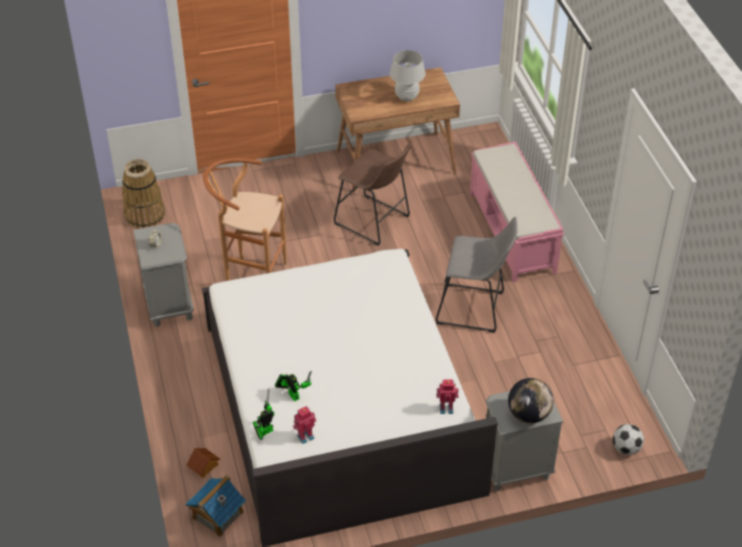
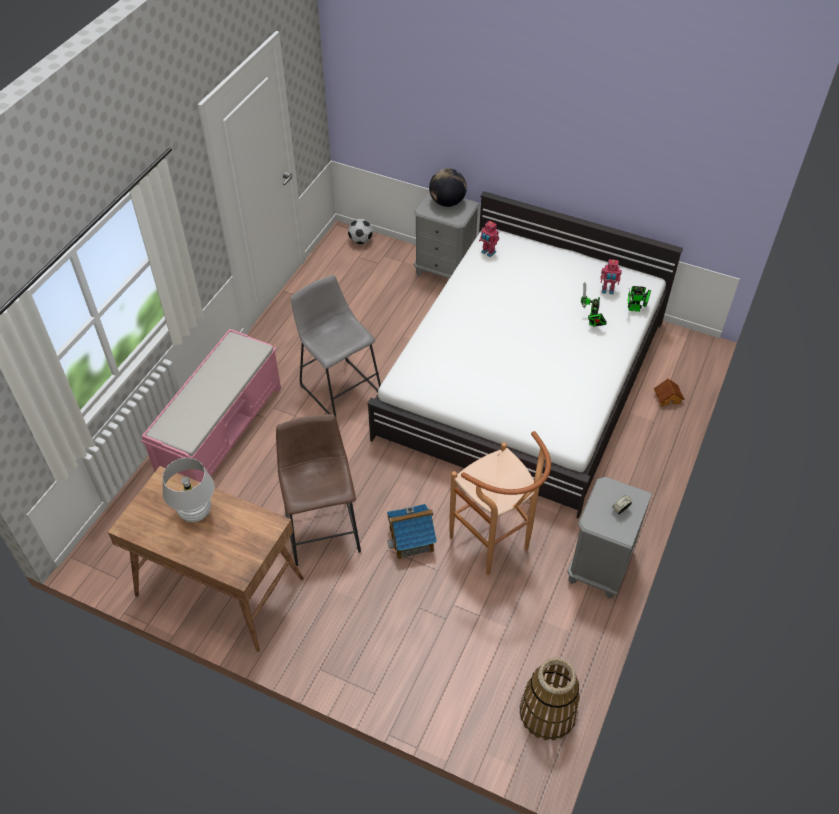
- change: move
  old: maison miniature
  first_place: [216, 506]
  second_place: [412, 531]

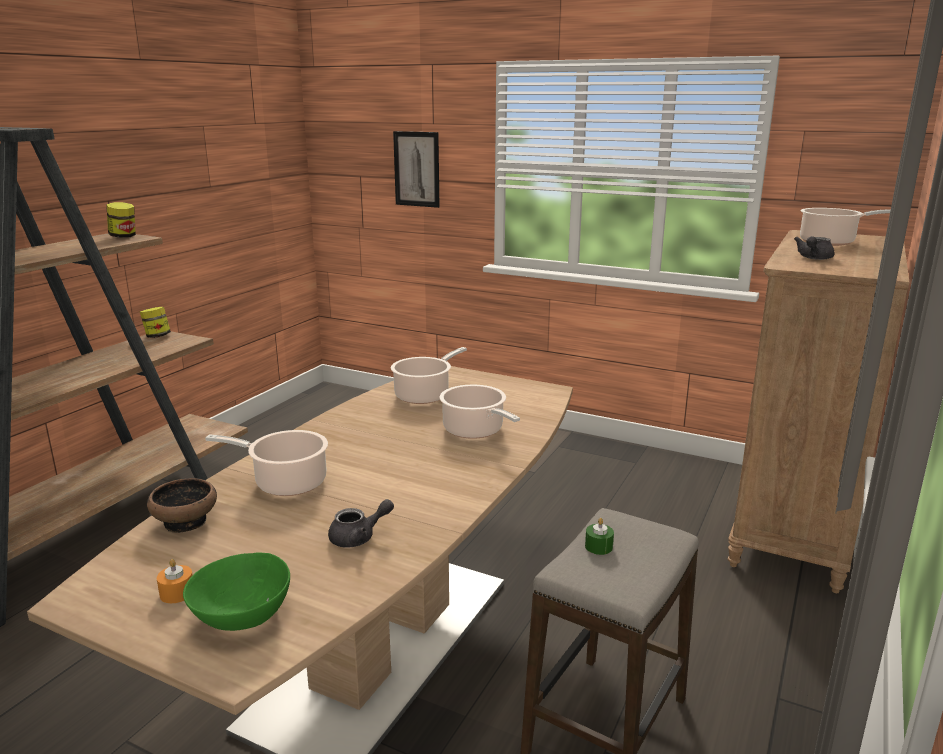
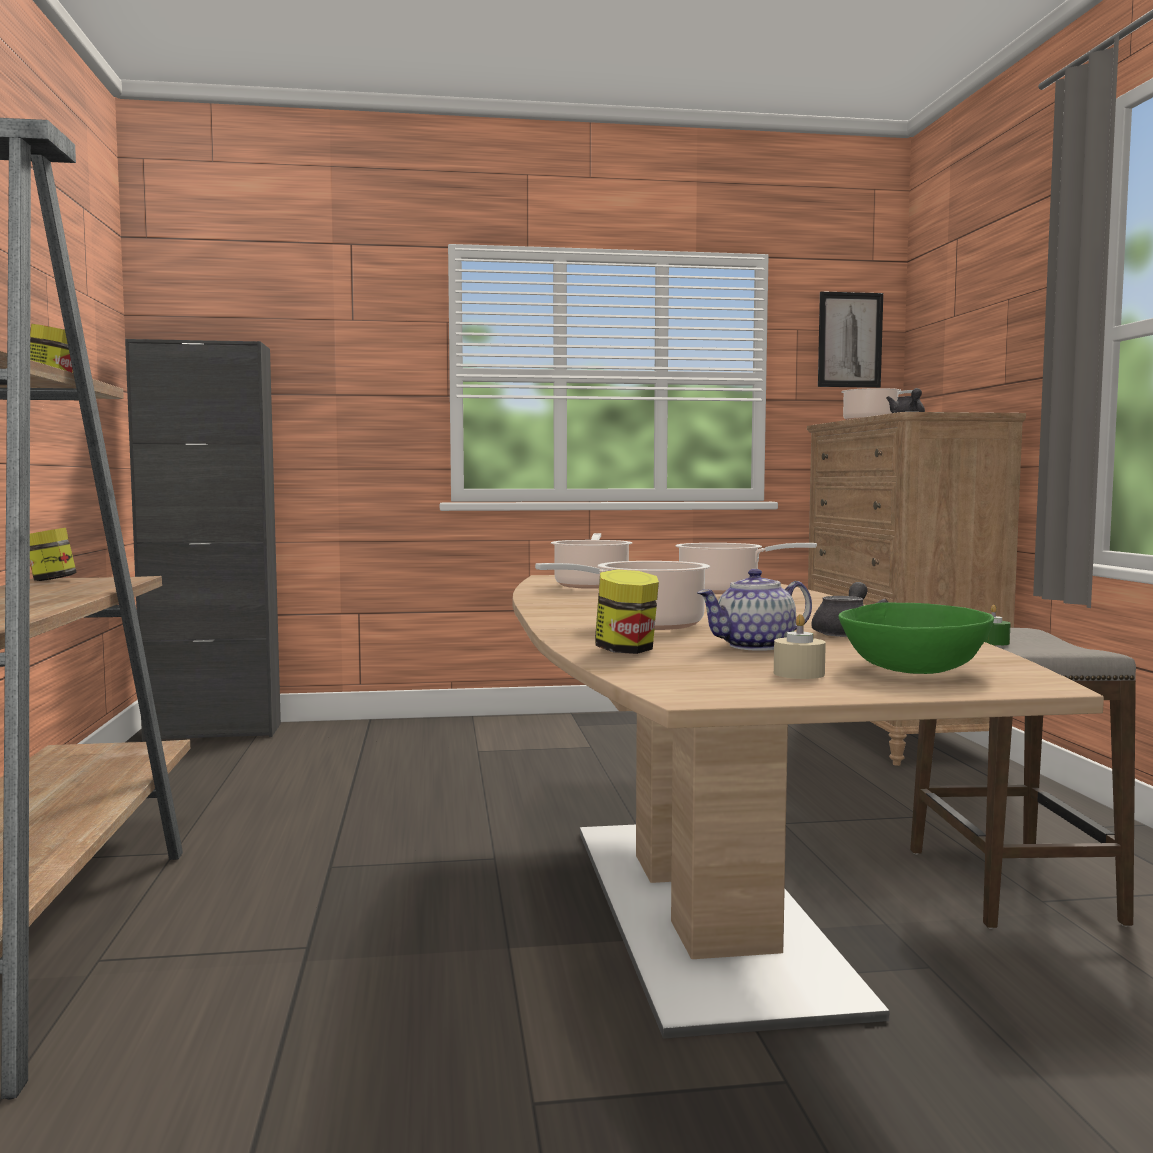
- change: insert
  new: meuble de rangement/noir
  second_place: [203, 540]
- change: insert
  new: théière
  second_place: [754, 610]
- change: move
  old: tableau
  first_place: [416, 169]
  second_place: [850, 339]
- change: replace
  old: bol
  new: bocal
  first_place: [182, 505]
  second_place: [627, 611]
- change: recolor
  old: bougie/orange
  new: bougie/beige
  first_place: [175, 581]
  second_place: [800, 646]

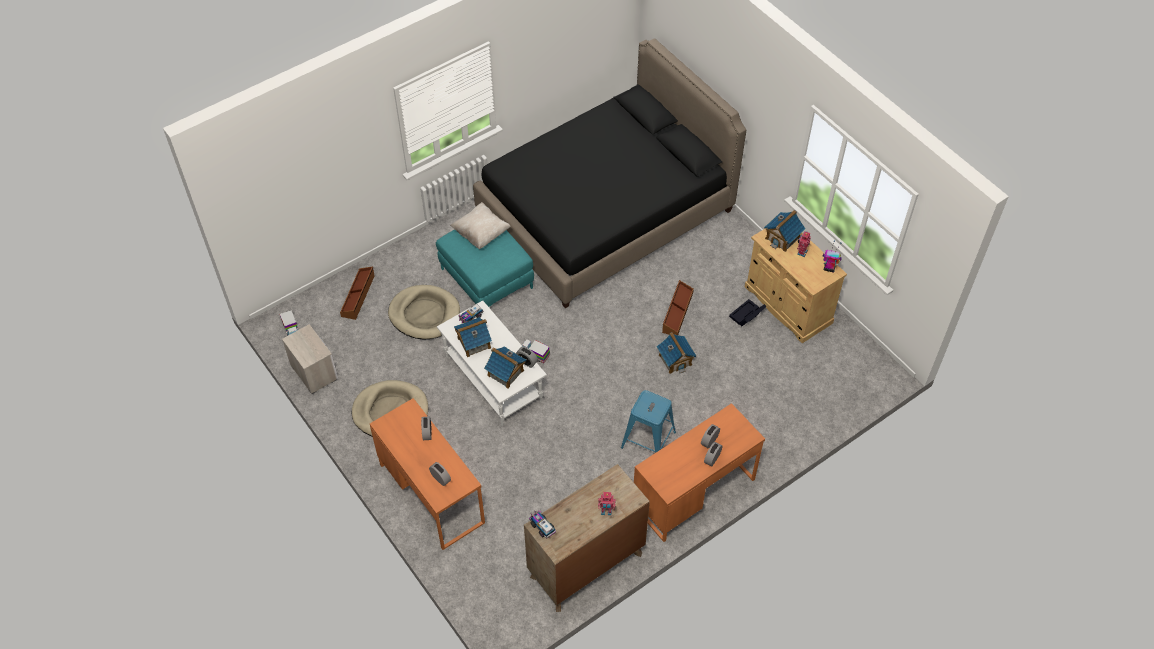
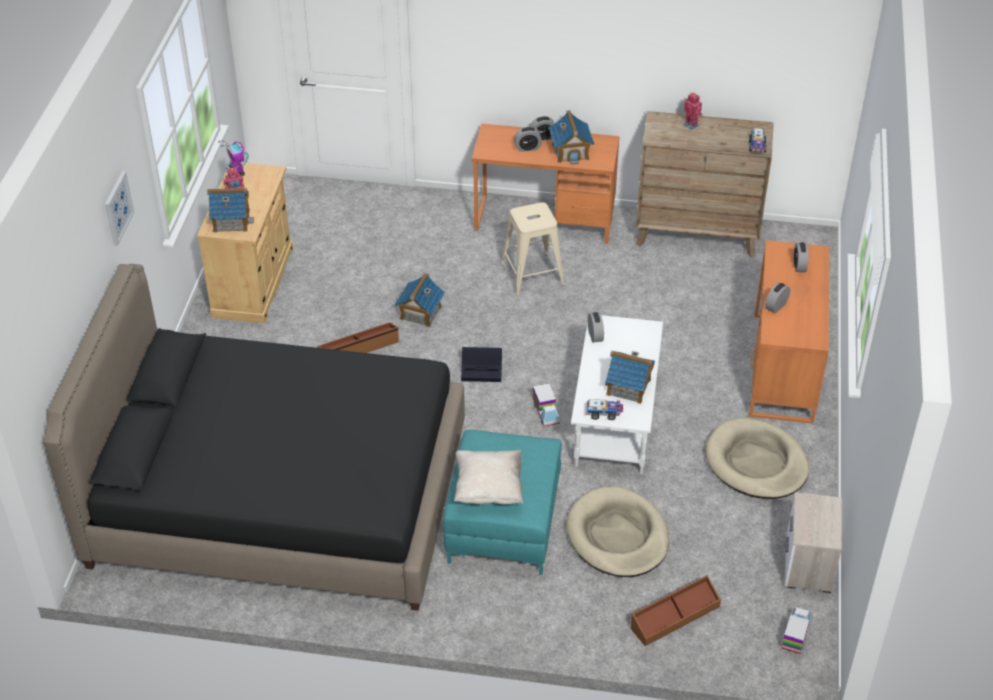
- change: insert
  new: tableau
  second_place: [119, 208]
- change: move
  old: maison miniature
  first_place: [505, 367]
  second_place: [571, 137]
- change: move
  old: boîte de rangement/noir
  first_place: [748, 313]
  second_place: [481, 364]
- change: recolor
  old: tabouret/bleu
  new: tabouret/beige
  first_place: [648, 421]
  second_place: [533, 249]

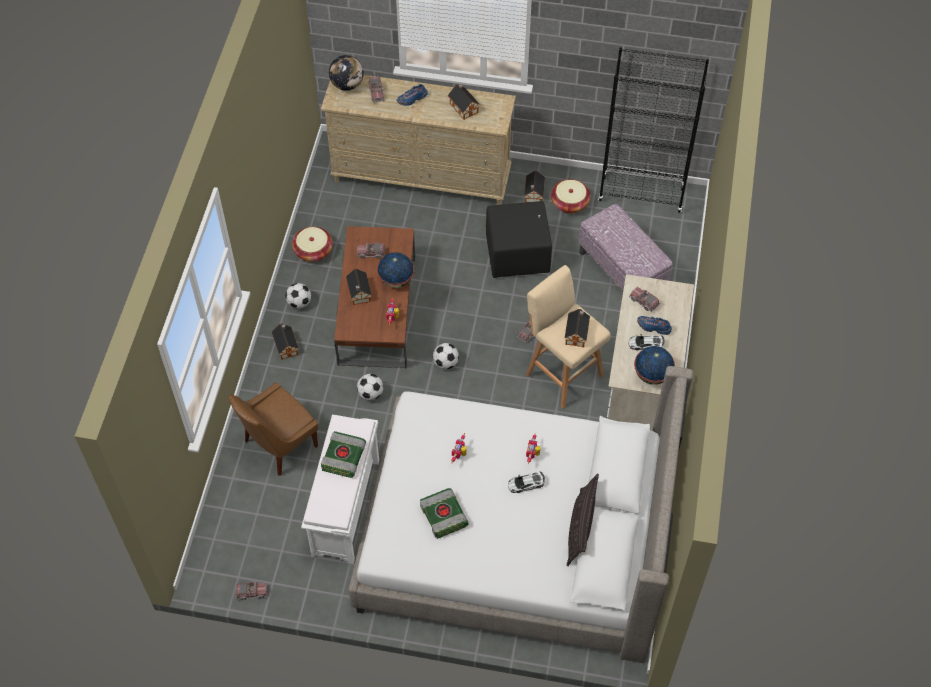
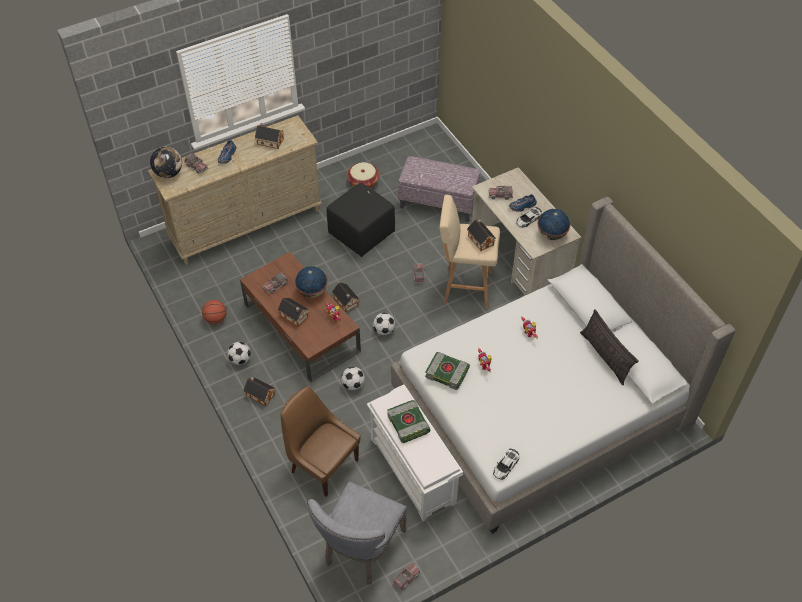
- change: delete
  old: bibliothèque/noir
  first_place: [653, 130]
- change: insert
  new: chaise/gris
  second_place: [357, 533]
- change: move
  old: livre
  first_place: [444, 513]
  second_place: [447, 371]
- change: move
  old: petite voiture
  first_place: [526, 482]
  second_place: [506, 464]
- change: move
  old: maison miniature
  first_place: [534, 186]
  second_place: [346, 297]
- change: replace
  old: panier
  new: ballon de basket
  first_place: [312, 244]
  second_place: [214, 312]
- change: rotate
  old: chaise/marron
  first_place: [273, 429]
  second_place: [320, 441]
  degrees: 120

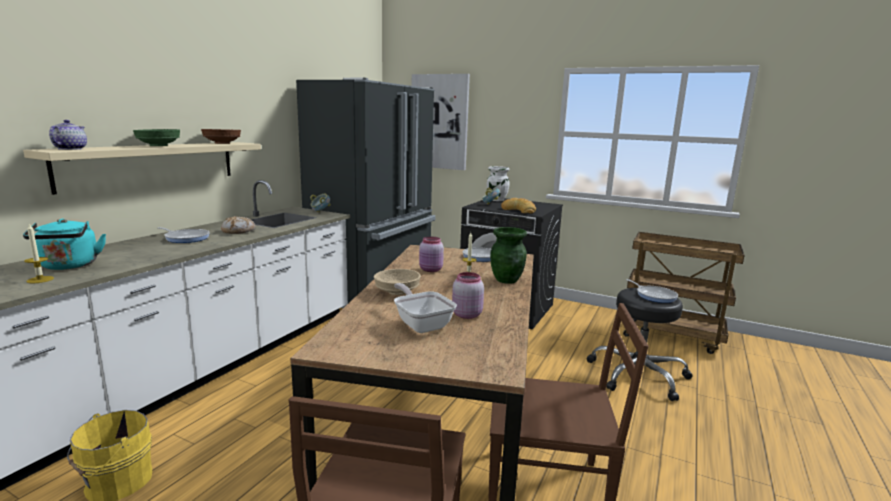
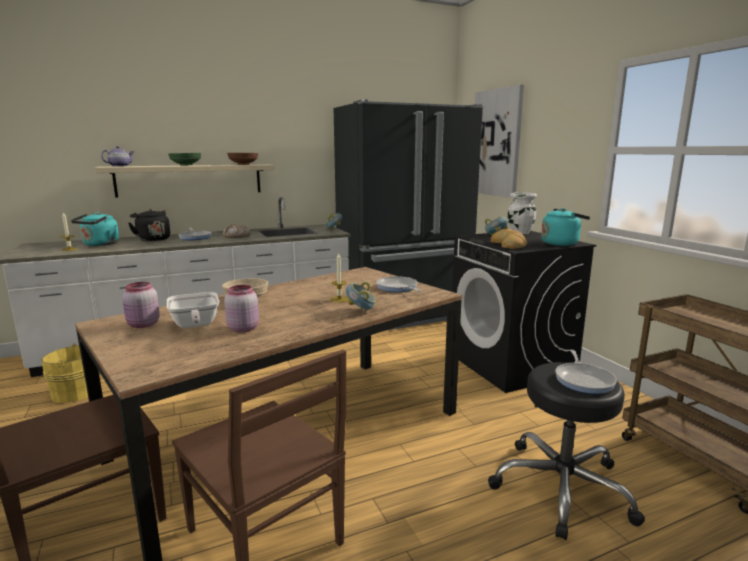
- change: insert
  new: bouilloire/noir
  second_place: [149, 225]
- change: insert
  new: bouilloire/turquoise
  second_place: [565, 227]
- change: move
  old: bocal/rose
  first_place: [431, 254]
  second_place: [141, 305]
- change: replace
  old: vase/vert
  new: bol
  first_place: [508, 255]
  second_place: [361, 296]
- change: rotate
  old: poêle
  first_place: [425, 308]
  second_place: [193, 310]
  degrees: 150

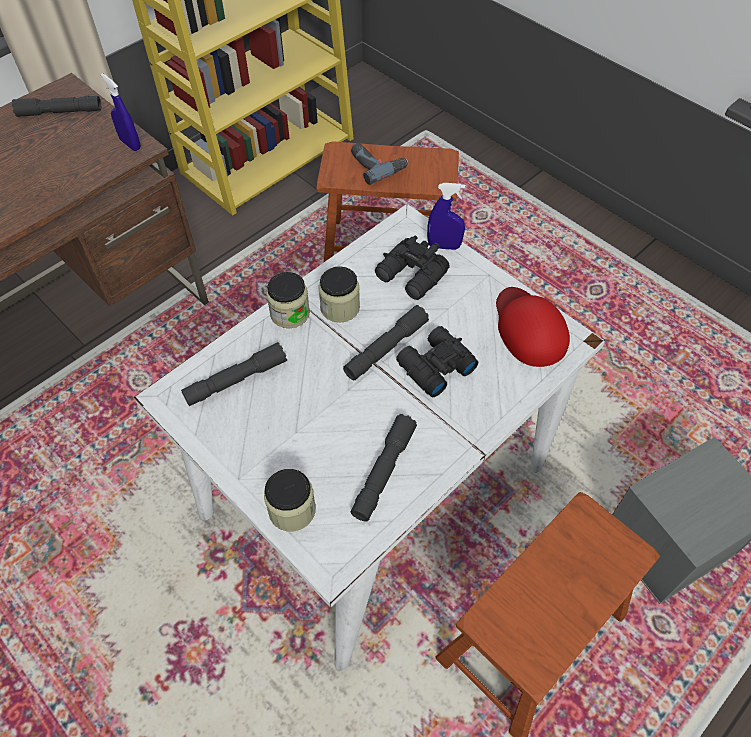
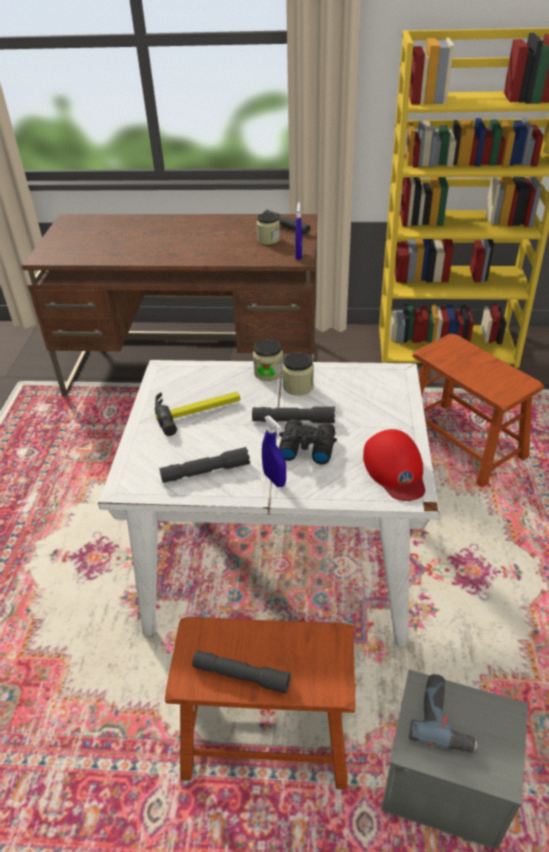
- change: delete
  old: jumelles/noir
  first_place: [412, 267]
- change: insert
  new: marteau
  second_place: [197, 414]
- change: move
  old: lampe de poche/gris
  first_place: [234, 374]
  second_place: [241, 672]
- change: move
  old: bocal
  first_place: [290, 500]
  second_place: [268, 228]
- change: move
  old: perceuse
  first_place: [379, 164]
  second_place: [444, 713]
- change: move
  old: vaporisateur/bleu
  first_place: [446, 216]
  second_place: [274, 451]
- change: rotate
  old: casquette/rouge
  first_place: [533, 327]
  second_place: [394, 465]
  degrees: 135

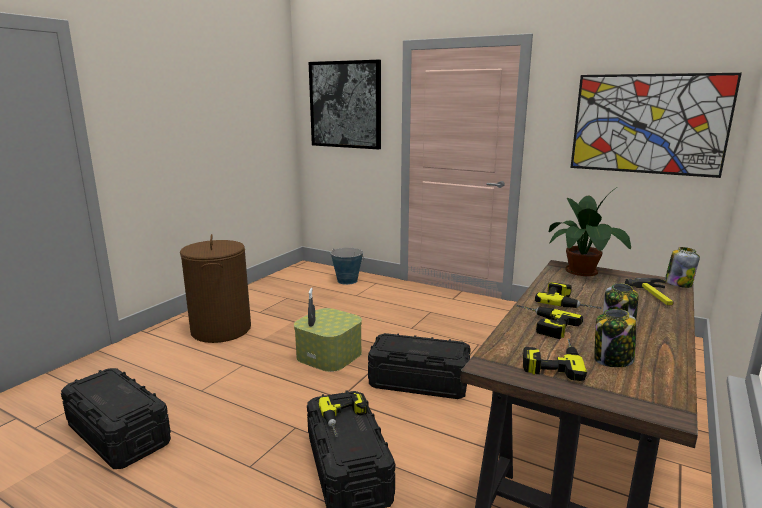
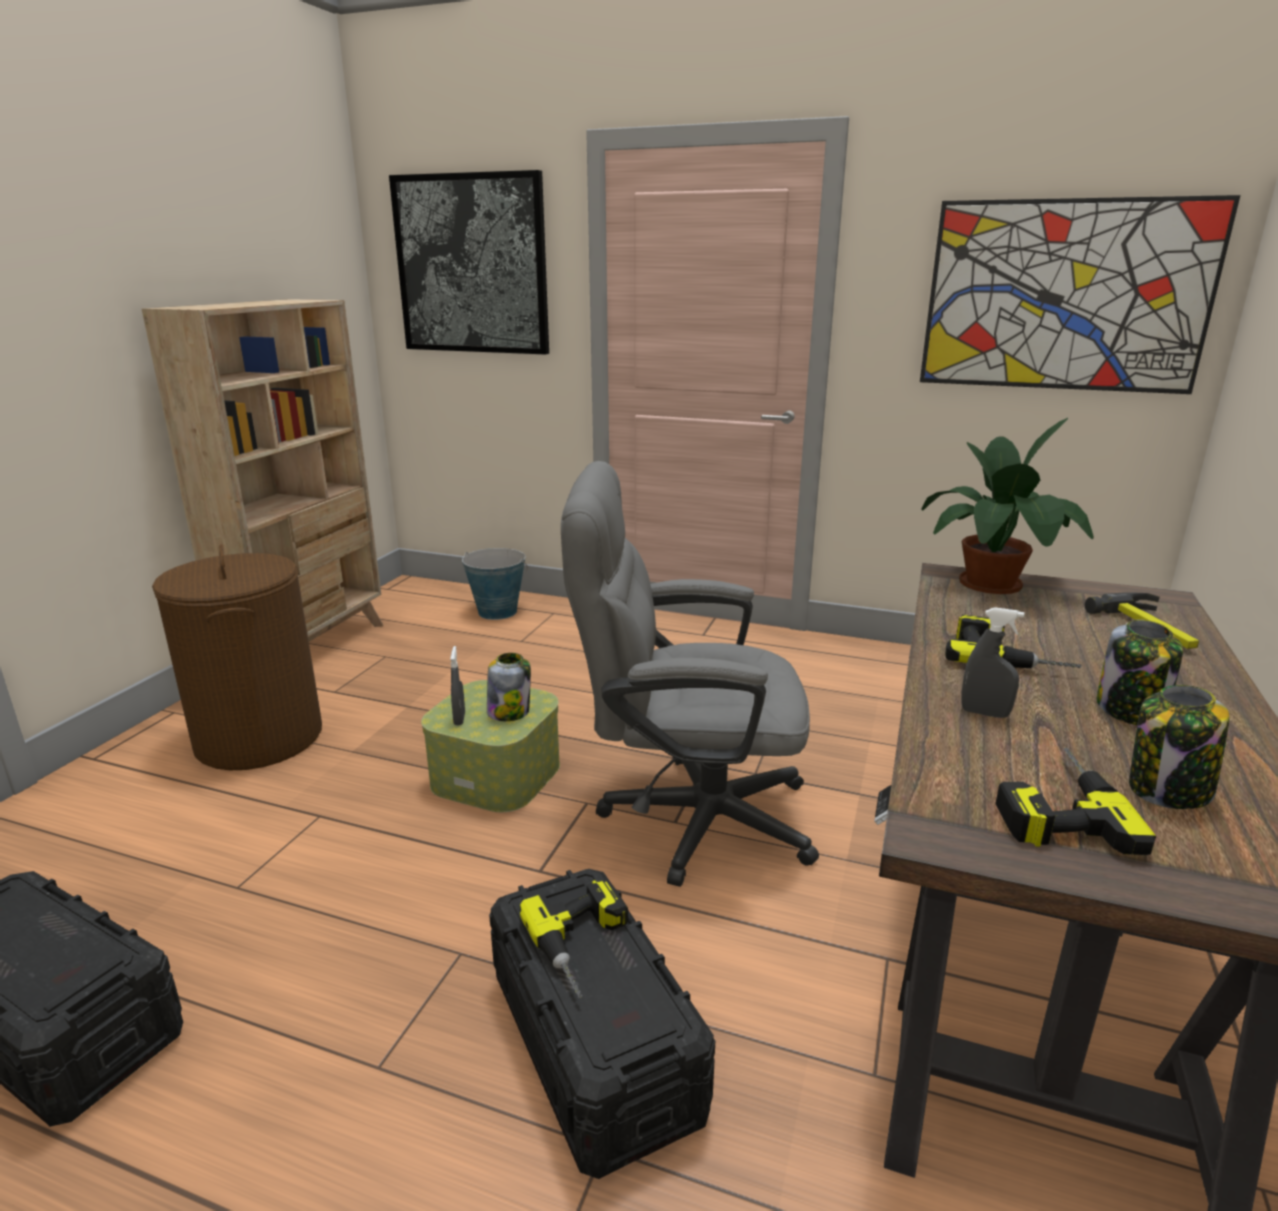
- change: insert
  new: bibliothèque/beige
  second_place: [262, 470]
- change: move
  old: bocal
  first_place: [682, 267]
  second_place: [509, 687]
- change: replace
  old: boîte de rangement/noir
  new: chaise de bureau/gris
  first_place: [419, 366]
  second_place: [690, 674]
- change: replace
  old: perceuse
  new: vaporisateur/gris
  first_place: [549, 322]
  second_place: [993, 662]

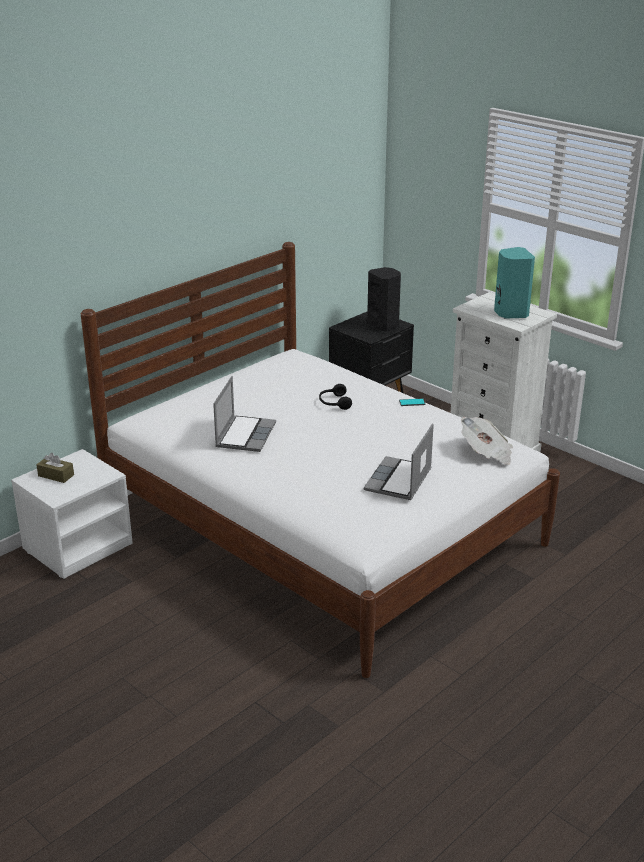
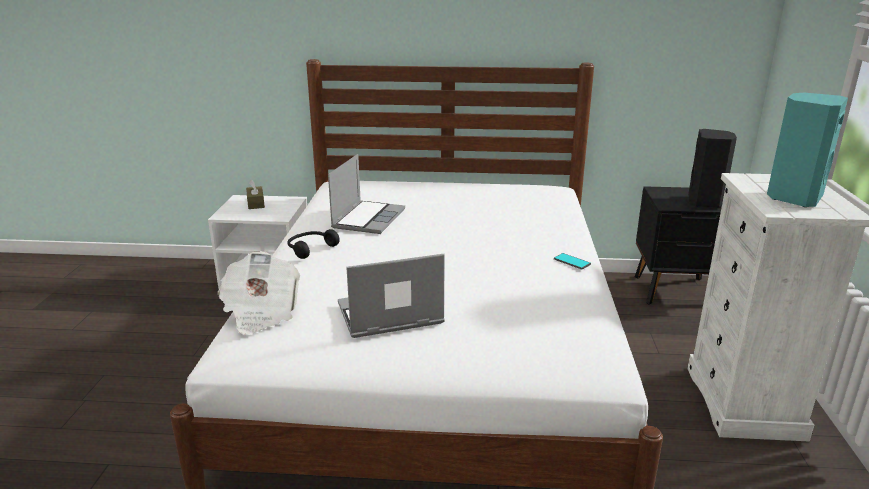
- change: move
  old: casque audio/noir
  first_place: [335, 397]
  second_place: [313, 244]
- change: move
  old: journal
  first_place: [487, 441]
  second_place: [259, 293]
- change: rotate
  old: ordinateur portable
  first_place: [244, 414]
  second_place: [366, 194]
  degrees: -45

